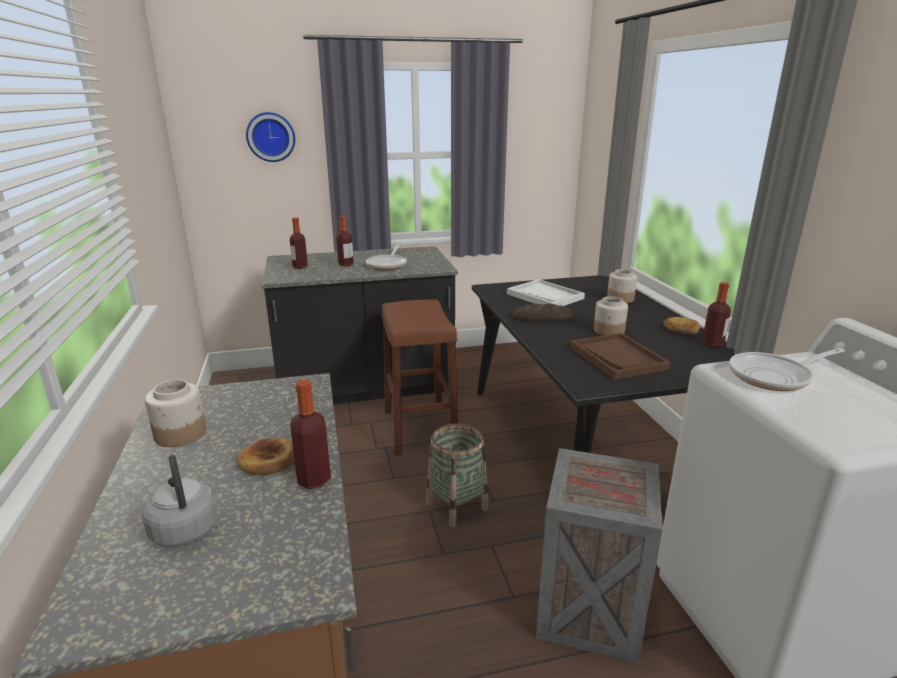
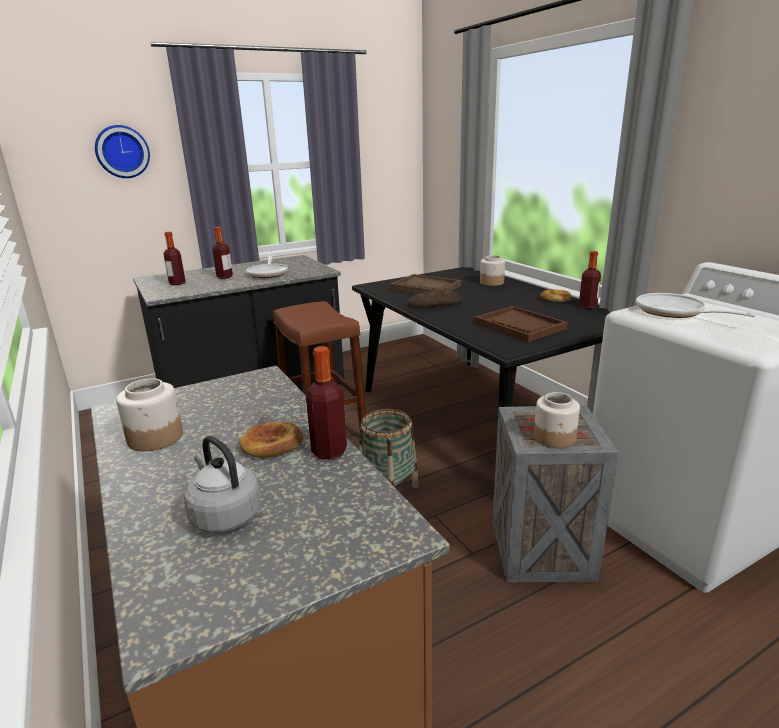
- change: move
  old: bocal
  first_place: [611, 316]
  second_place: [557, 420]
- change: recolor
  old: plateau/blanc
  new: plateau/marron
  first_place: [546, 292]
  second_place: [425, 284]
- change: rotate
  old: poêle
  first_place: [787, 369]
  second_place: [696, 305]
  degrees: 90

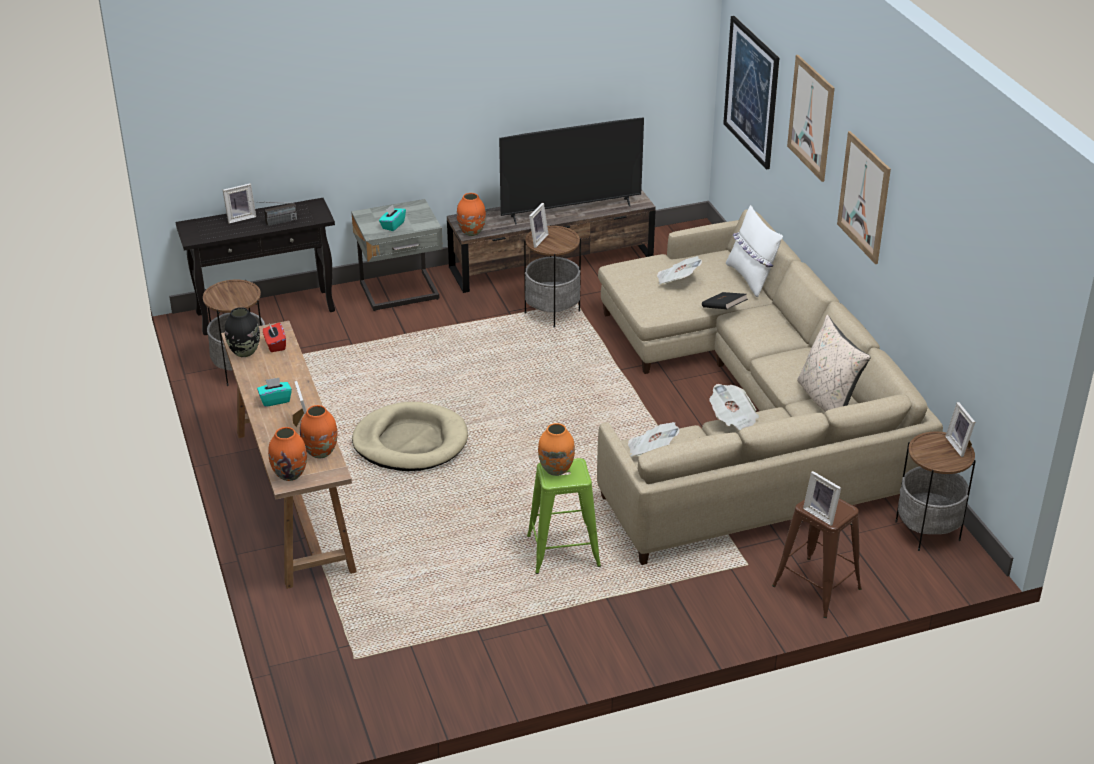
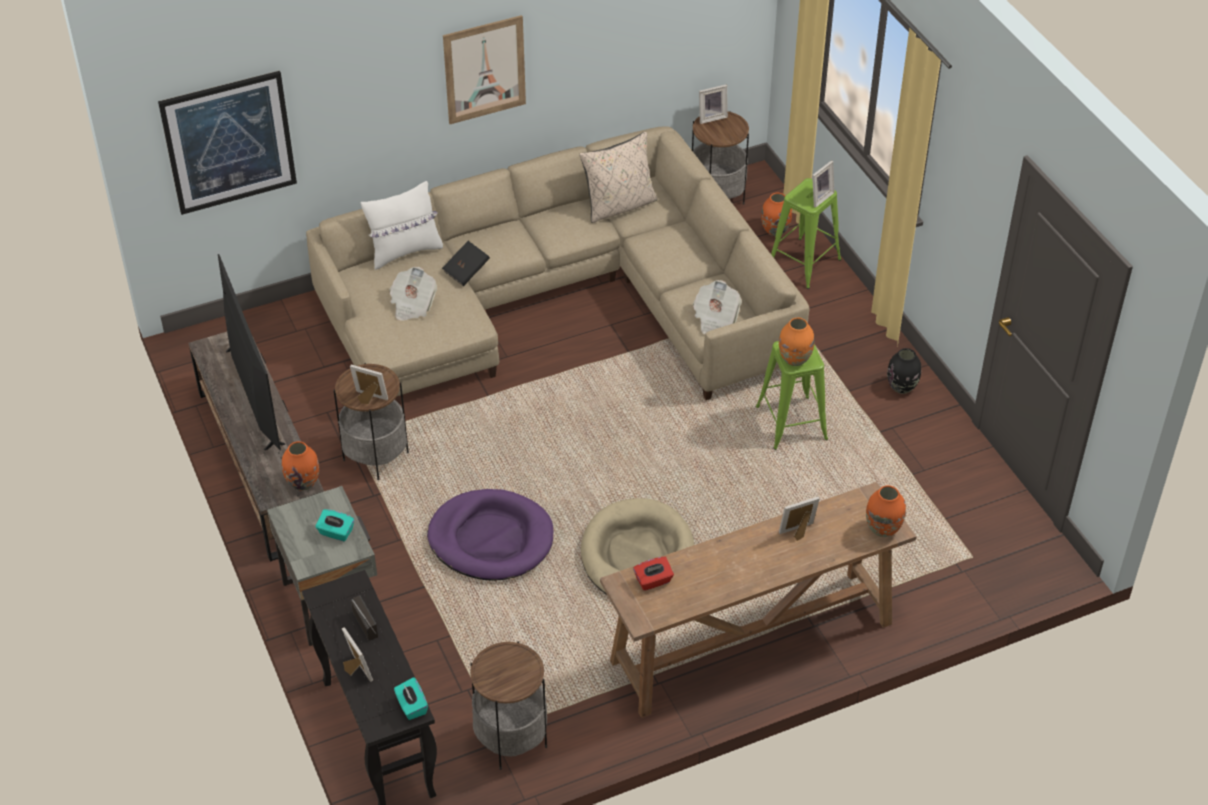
- change: delete
  old: journal
  first_place: [734, 407]
- change: delete
  old: tableau
  first_place: [811, 118]
- change: insert
  new: panier pour chien/violet
  second_place: [490, 535]
- change: move
  old: vase/noir
  first_place: [242, 332]
  second_place: [904, 371]
- change: move
  old: boîte à mouchoirs/turquoise
  first_place: [274, 392]
  second_place: [411, 698]
- change: move
  old: vase/orange
  first_place: [319, 431]
  second_place: [776, 214]
- change: recolor
  old: tabouret/marron
  new: tabouret/vert
  first_place: [817, 558]
  second_place: [806, 233]

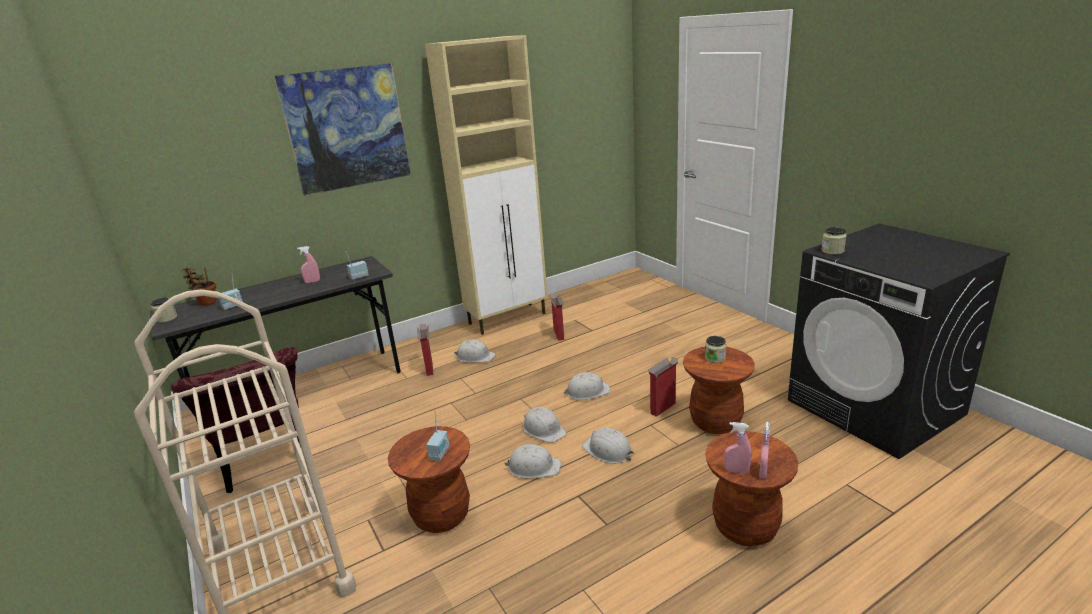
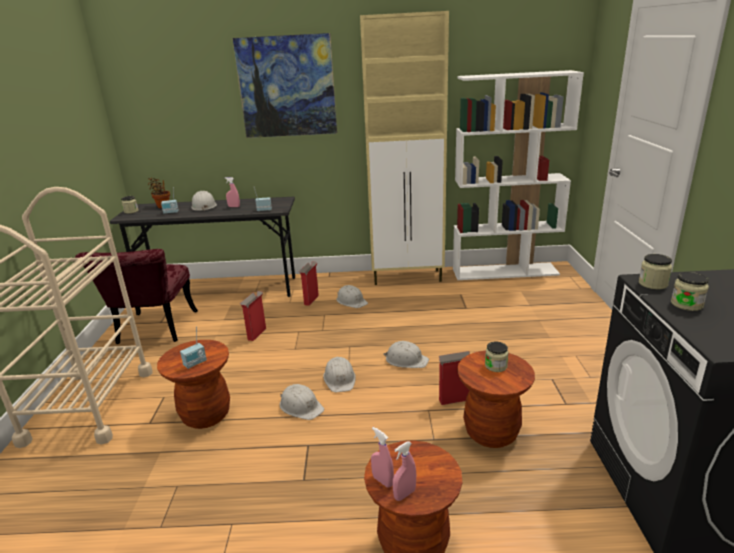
- change: insert
  new: bibliothèque/blanc
  second_place: [518, 175]
- change: insert
  new: bocal
  second_place: [690, 291]
- change: move
  old: carton
  first_place: [556, 317]
  second_place: [253, 316]
- change: move
  old: casque de chantier/blanc
  first_place: [608, 446]
  second_place: [204, 201]

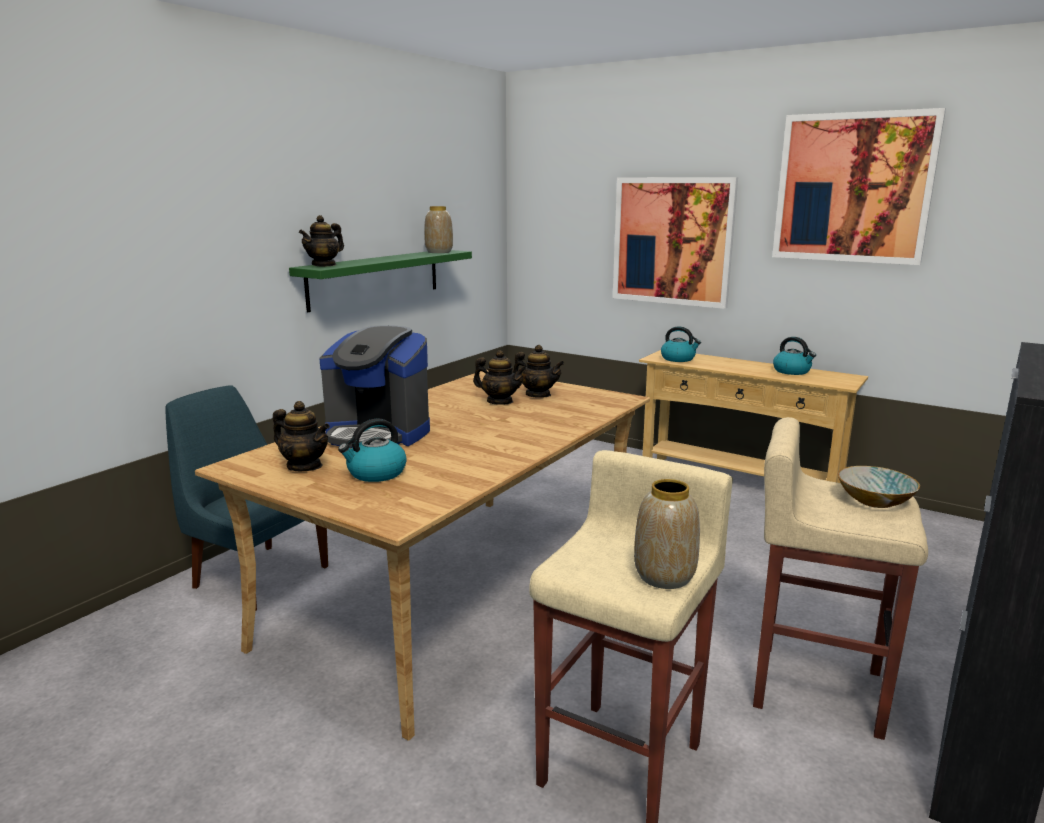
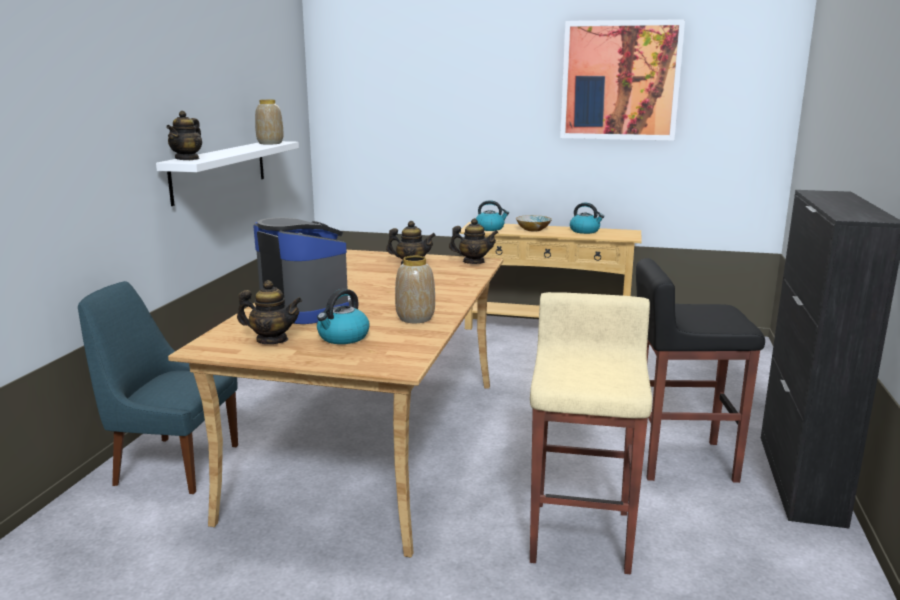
- change: delete
  old: tableau
  first_place: [675, 243]
- change: move
  old: théière
  first_place: [499, 377]
  second_place: [473, 241]
- change: move
  old: vase
  first_place: [667, 534]
  second_place: [415, 289]
- change: move
  old: bol
  first_place: [879, 487]
  second_place: [534, 223]
- change: recolor
  old: étagère/vert
  new: étagère/blanc
  first_place: [380, 281]
  second_place: [227, 173]
- change: recolor
  old: tabouret/beige
  new: tabouret/noir
  first_place: [840, 578]
  second_place: [700, 370]
- change: rotate
  old: machine à café
  first_place: [374, 386]
  second_place: [302, 270]
  degrees: -135

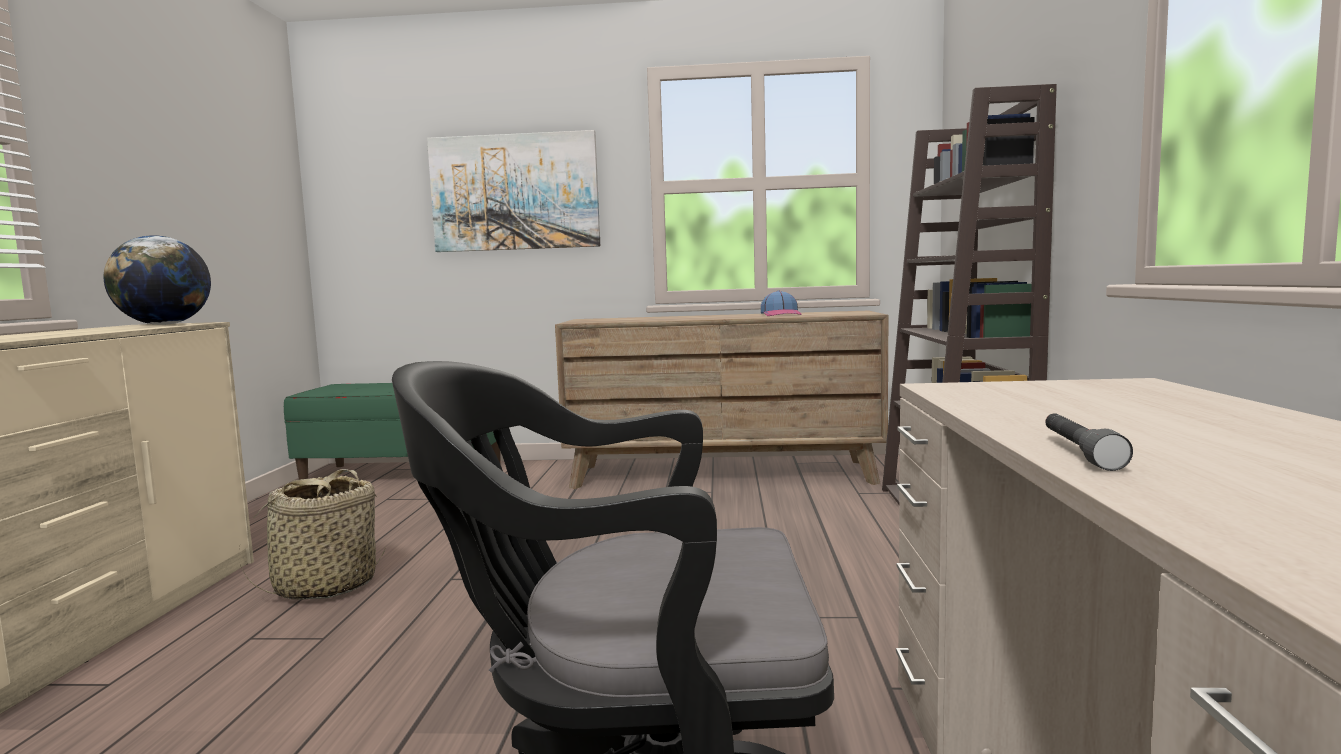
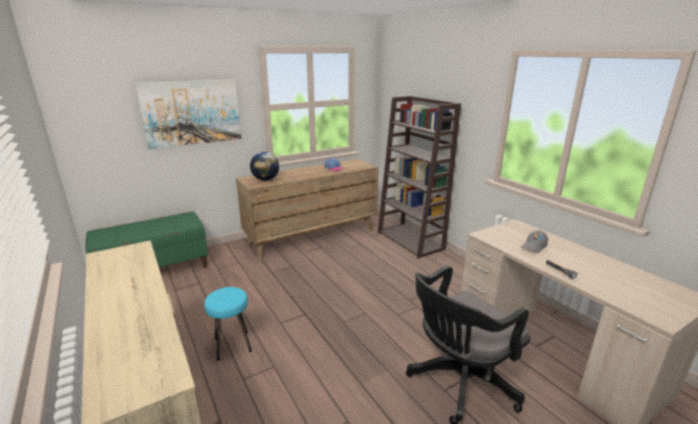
- change: insert
  new: casquette/gris
  second_place: [534, 241]
- change: move
  old: globe
  first_place: [157, 280]
  second_place: [264, 166]
- change: replace
  old: panier
  new: tabouret/turquoise
  first_place: [312, 534]
  second_place: [228, 323]

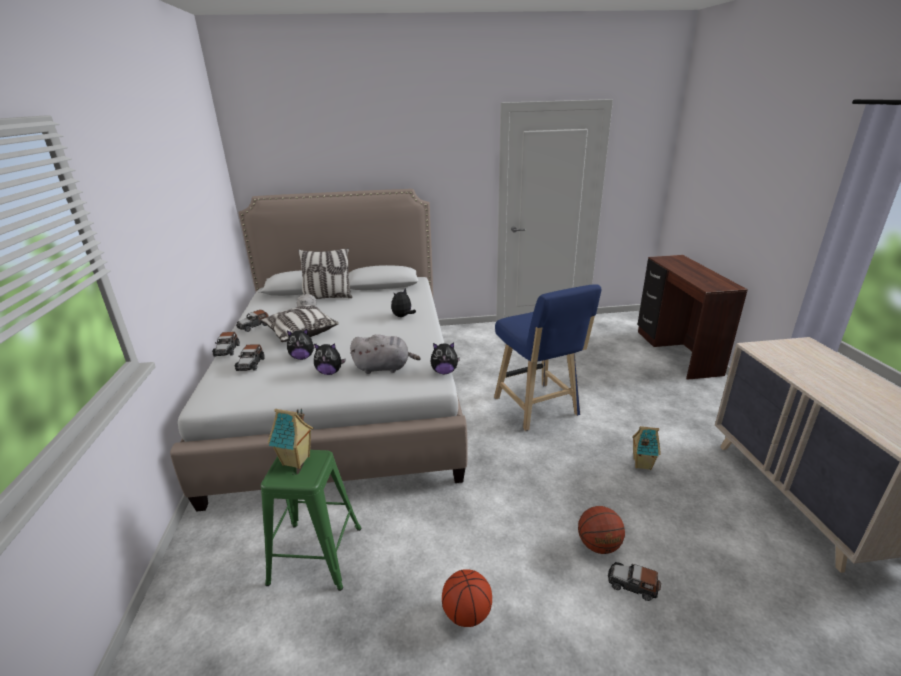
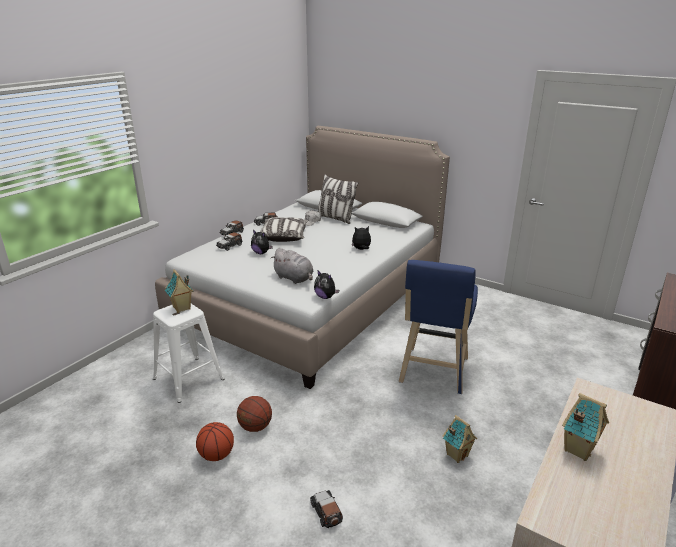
- change: delete
  old: peluche
  first_place: [329, 359]
- change: insert
  new: maison miniature
  second_place: [585, 427]
- change: move
  old: ballon de basket
  first_place: [601, 530]
  second_place: [254, 414]
- change: recolor
  old: tabouret/vert
  new: tabouret/blanc
  first_place: [311, 520]
  second_place: [189, 353]

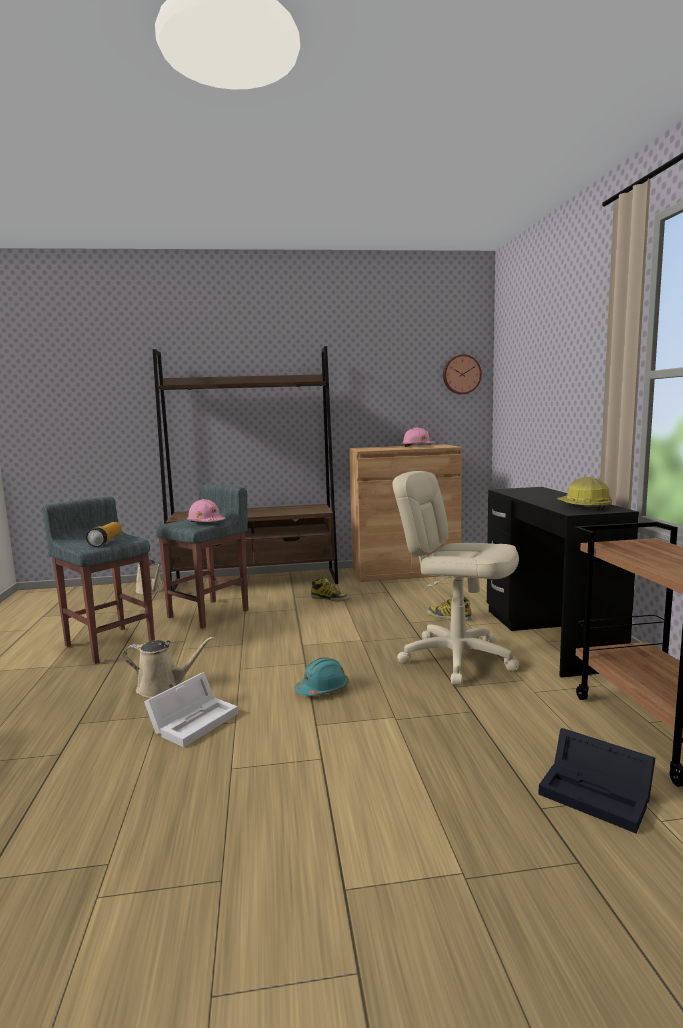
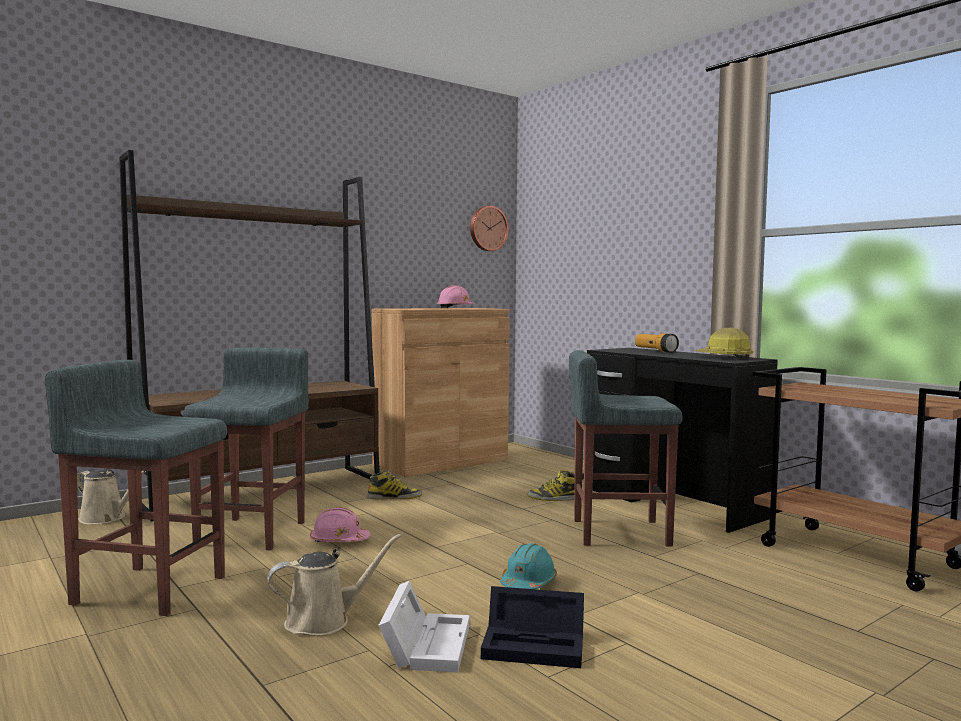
- change: move
  old: lampe de poche
  first_place: [103, 534]
  second_place: [657, 343]
- change: move
  old: casque de chantier/rose
  first_place: [206, 510]
  second_place: [340, 524]
- change: move
  old: boîte de rangement/noir
  first_place: [596, 781]
  second_place: [532, 627]
- change: replace
  old: chaise de bureau/beige
  new: tabouret/gris
  first_place: [455, 578]
  second_place: [625, 448]

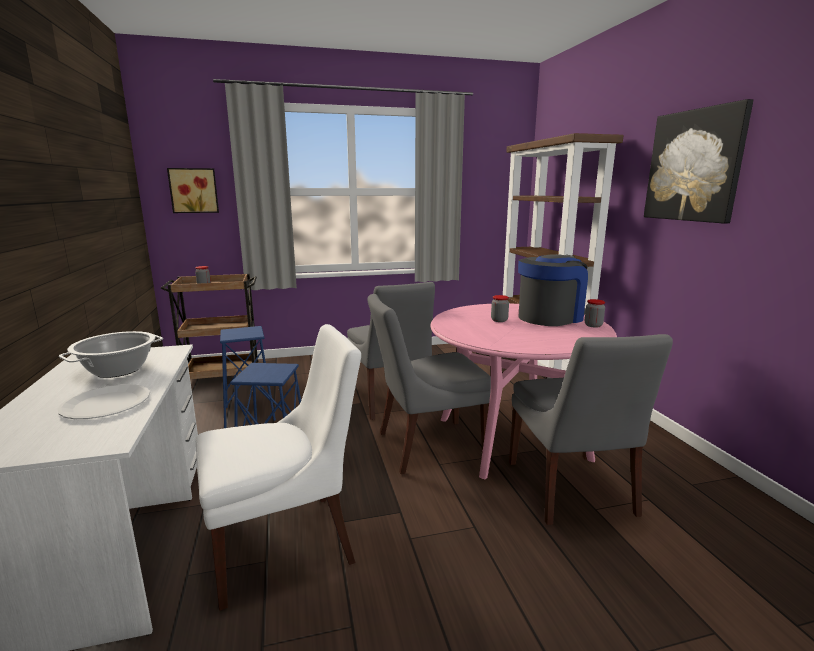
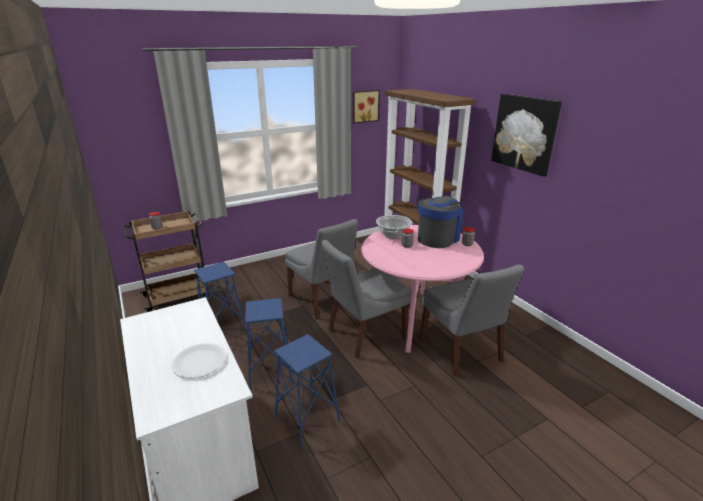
- change: move
  old: marmite
  first_place: [111, 354]
  second_place: [394, 227]
- change: move
  old: tableau
  first_place: [193, 190]
  second_place: [366, 106]
- change: replace
  old: chaise/blanc
  new: tabouret/bleu
  first_place: [278, 467]
  second_place: [307, 390]

